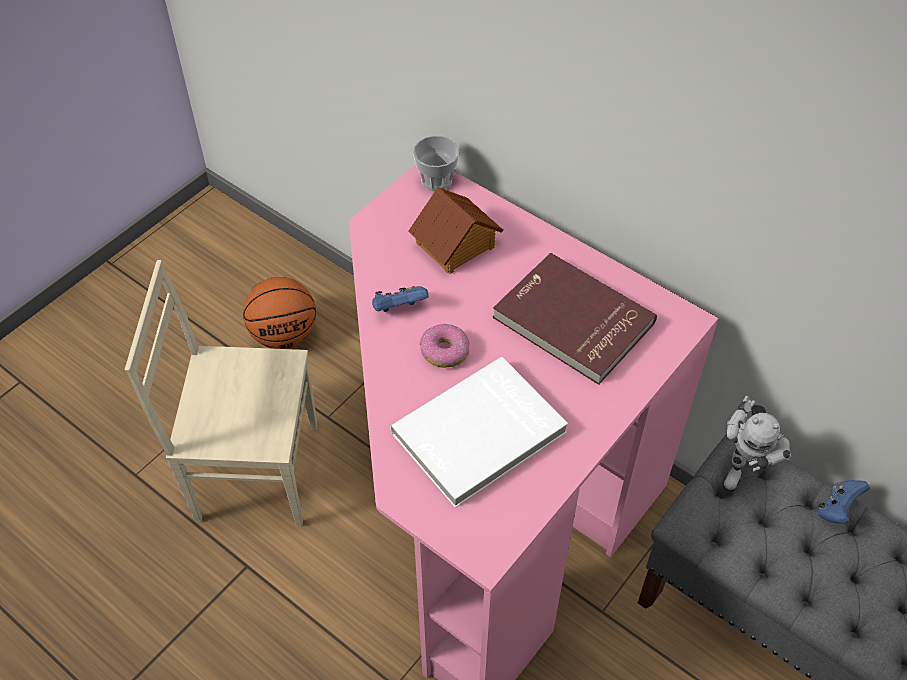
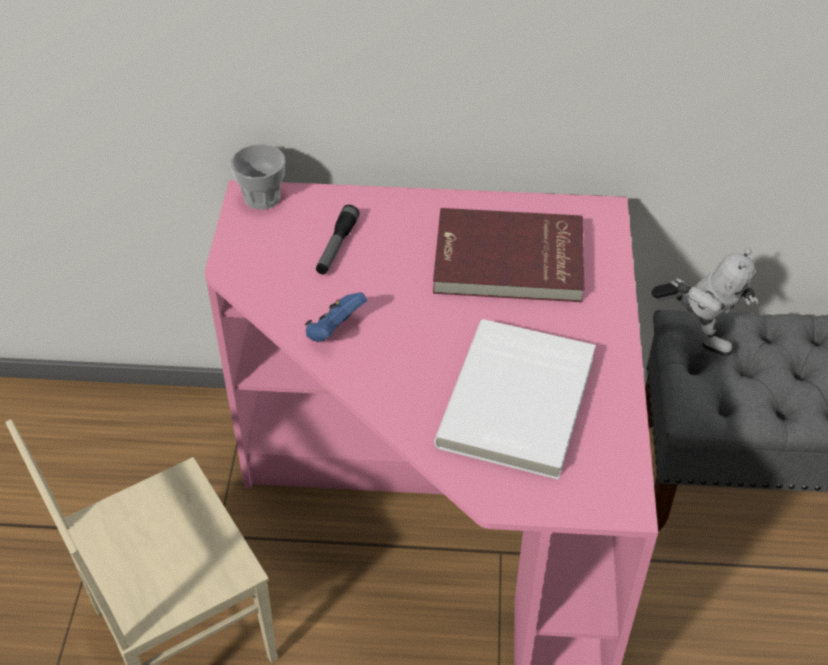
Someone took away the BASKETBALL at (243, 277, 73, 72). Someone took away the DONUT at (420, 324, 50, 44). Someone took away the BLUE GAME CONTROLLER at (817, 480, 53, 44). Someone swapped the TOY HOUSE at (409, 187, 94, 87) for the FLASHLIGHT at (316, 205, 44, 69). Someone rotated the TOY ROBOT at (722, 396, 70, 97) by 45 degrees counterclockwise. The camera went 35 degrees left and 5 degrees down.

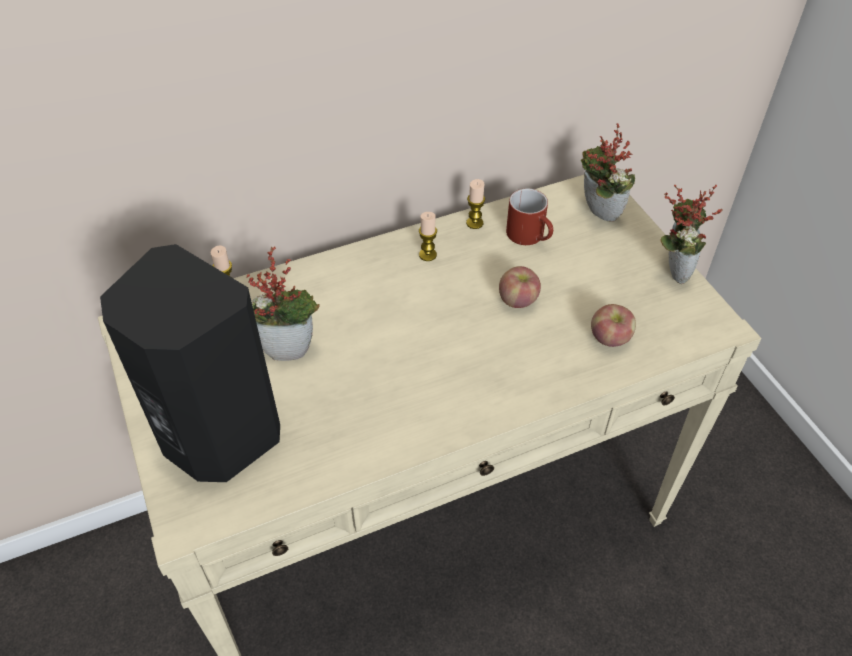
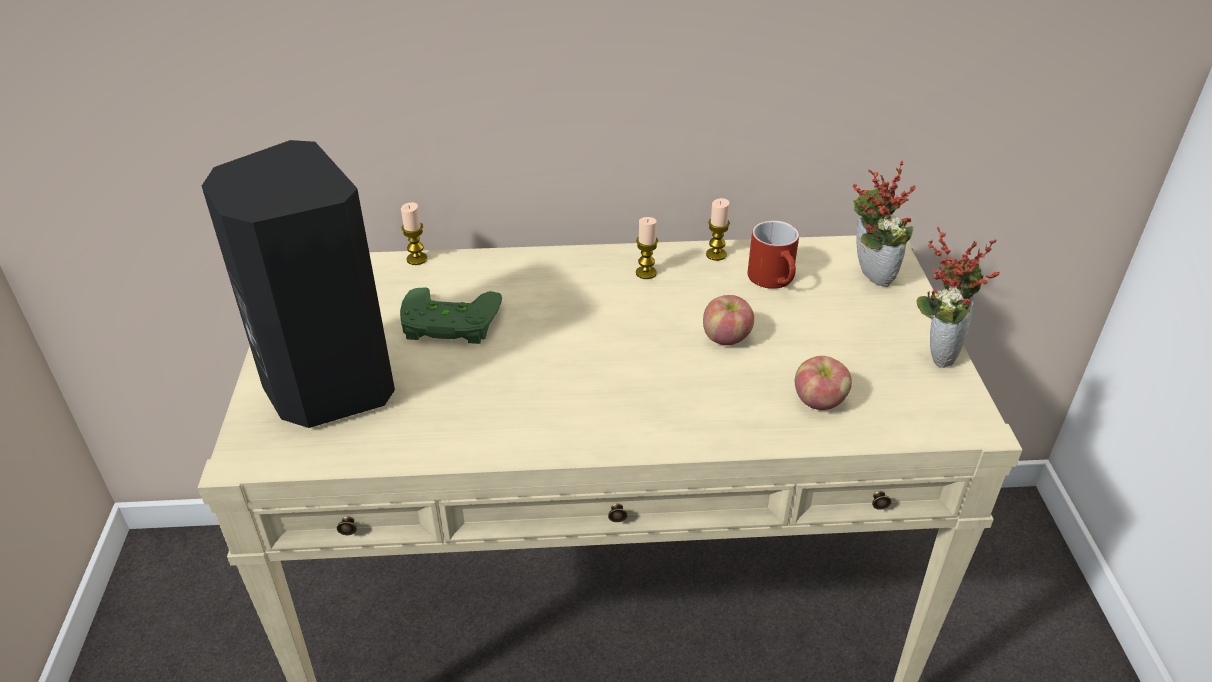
Someone swapped the POTTED PLANT at (247, 247, 73, 114) for the GREEN GAME CONTROLLER at (400, 287, 102, 57). The camera went 20 degrees right and 10 degrees down.

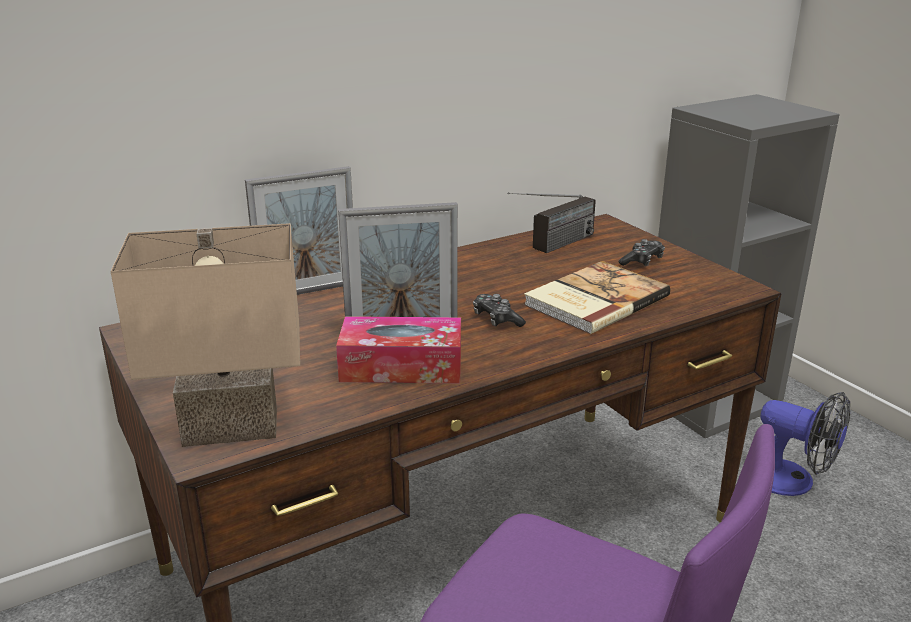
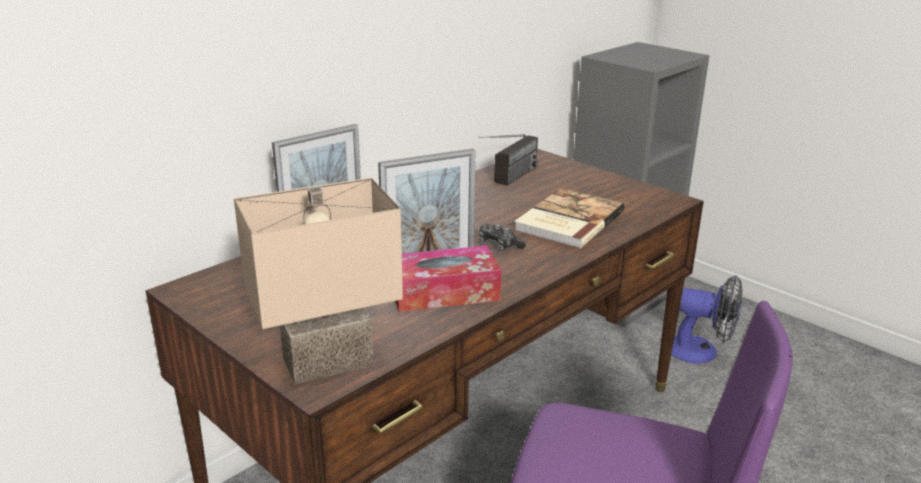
Someone took away the GAME CONTROLLER at (618, 239, 47, 27). The camera went 15 degrees left and 0 degrees up.

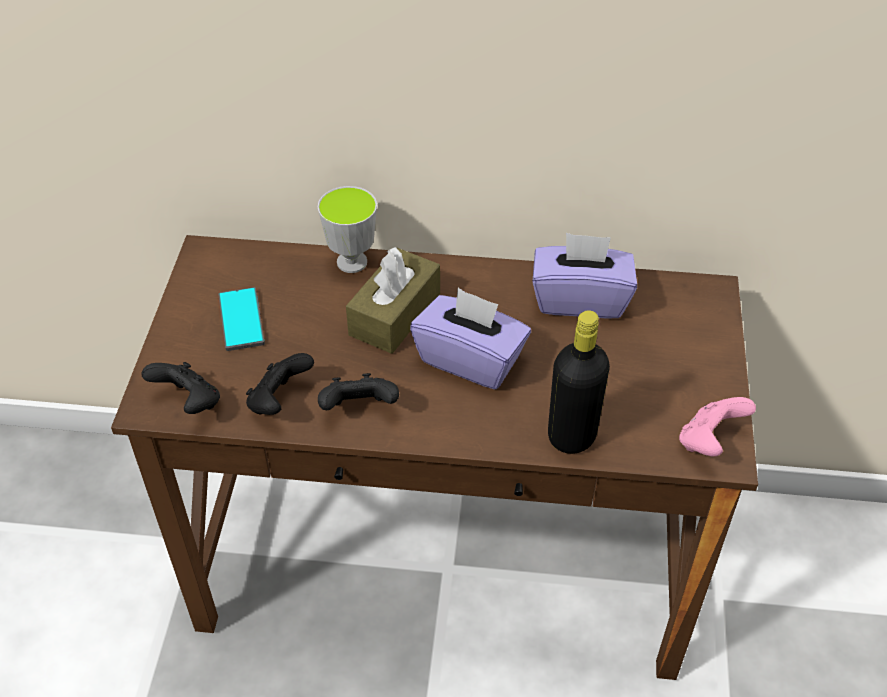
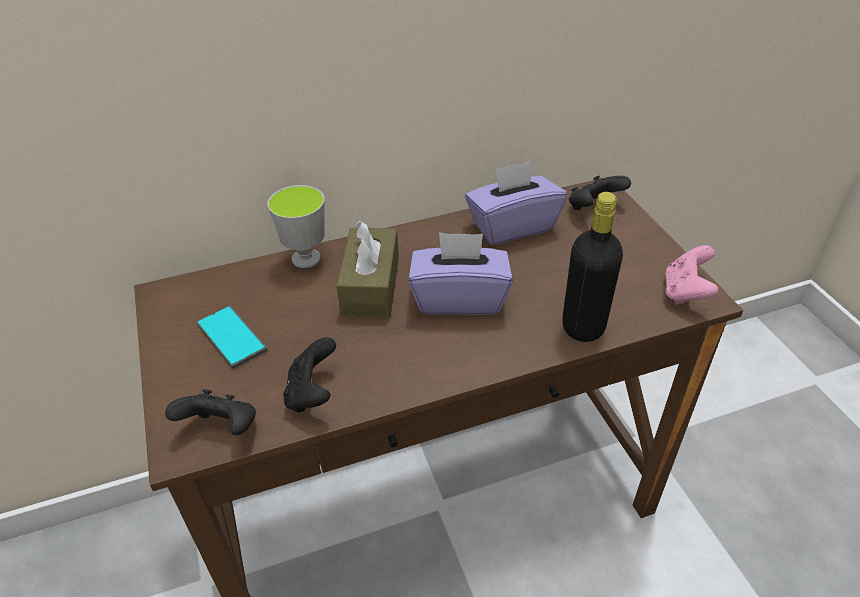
Someone carried the BLACK GAME CONTROLLER from (318, 373, 81, 37) to (569, 176, 62, 34). The camera went 25 degrees left and 5 degrees down.

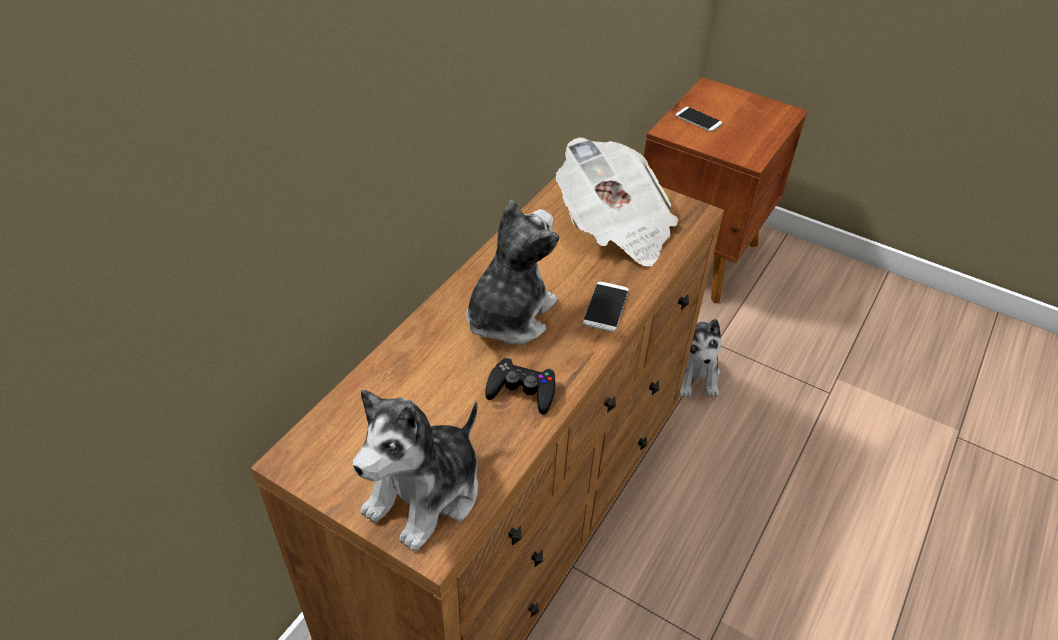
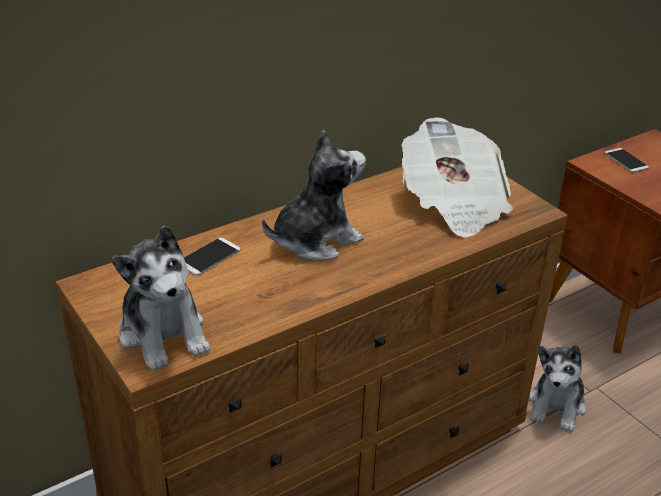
Someone took away the BLACK GAME CONTROLLER at (485, 357, 70, 58). Someone carried the PHONE from (583, 281, 46, 51) to (184, 238, 56, 37). Someone rotated the PLUSH TOY at (353, 389, 125, 162) by 90 degrees counterclockwise. The camera went 25 degrees right and 10 degrees down.

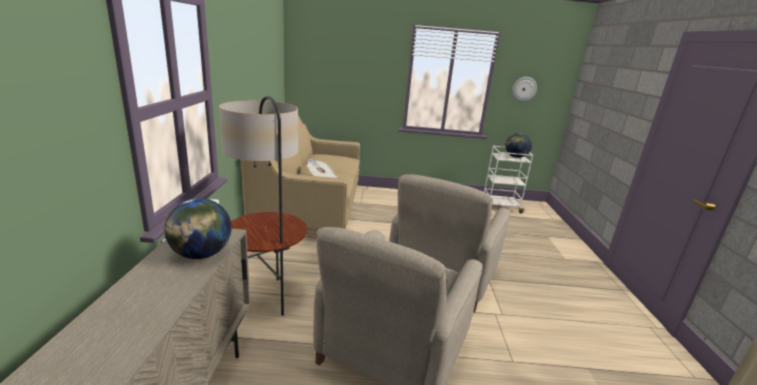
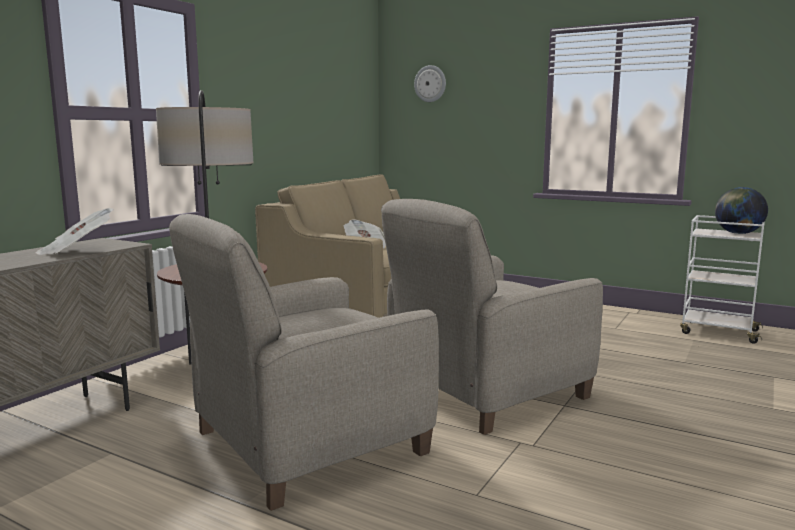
Someone carried the WALL CLOCK from (512, 77, 25, 25) to (414, 65, 32, 37). Someone swapped the GLOBE at (165, 198, 67, 61) for the NEWSPAPER at (36, 208, 78, 47). The camera went 30 degrees right and 10 degrees down.

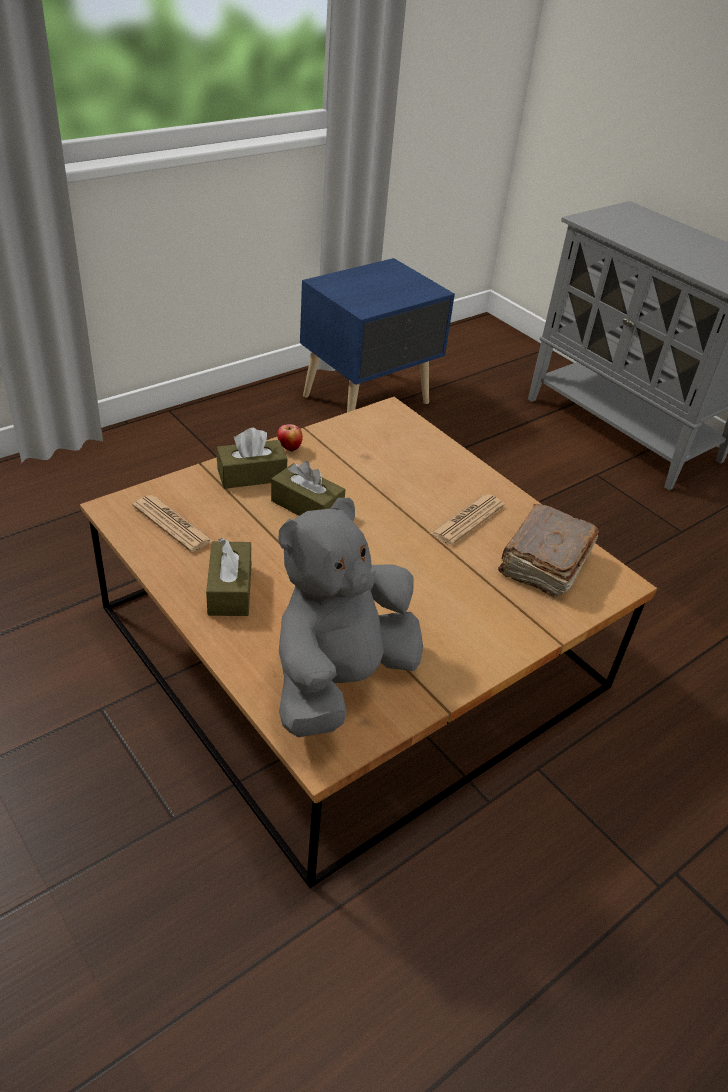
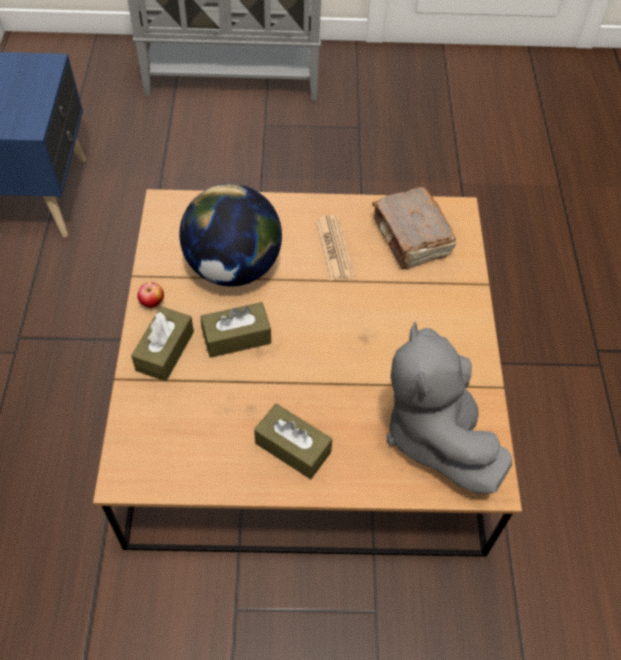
Someone took away the NEWSPAPER at (133, 495, 80, 57). Someone put down the GLOBE at (179, 184, 103, 102). The camera went 50 degrees left and 15 degrees up.

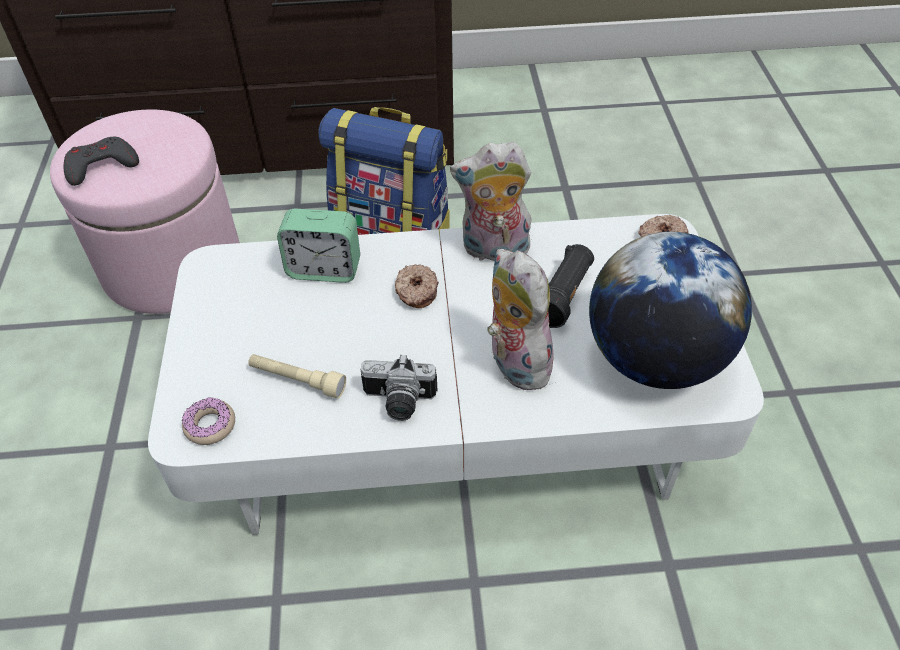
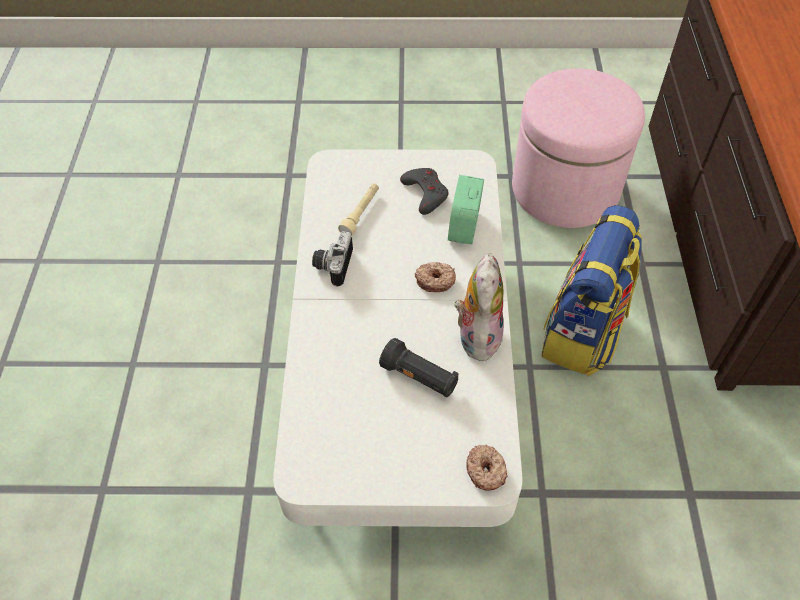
Someone took away the DONUT at (182, 397, 53, 48). Someone took away the PLUSH TOY at (487, 249, 70, 141). Someone took away the GLOBE at (589, 232, 163, 157). Someone carried the GREY GAME CONTROLLER from (63, 137, 76, 49) to (400, 168, 48, 47). The camera went 95 degrees right and 5 degrees up.

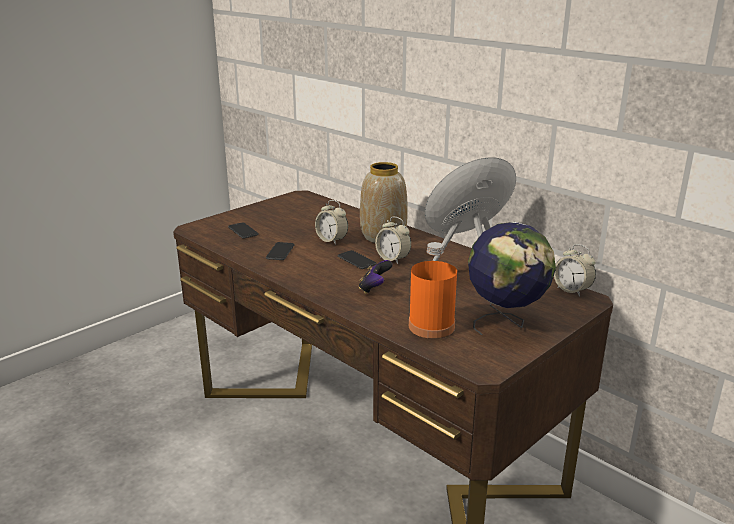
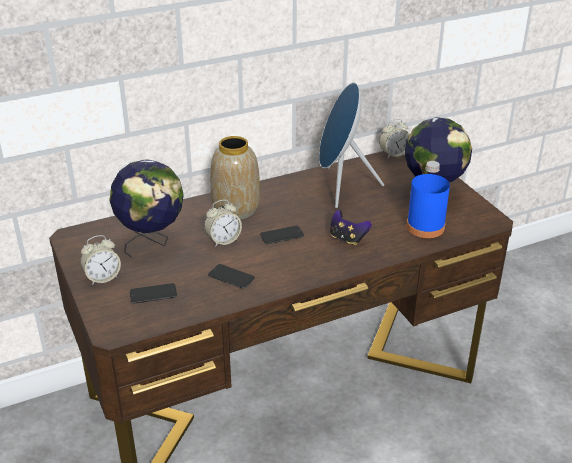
Someone put down the GLOBE at (109, 159, 75, 99). Someone carried the ALARM CLOCK from (375, 217, 36, 47) to (81, 235, 40, 50). Someone repainted the ORANGE BOTTLE at (409, 242, 48, 97), which became the BLUE BOTTLE at (407, 161, 43, 77). The camera went 70 degrees left and 10 degrees up.

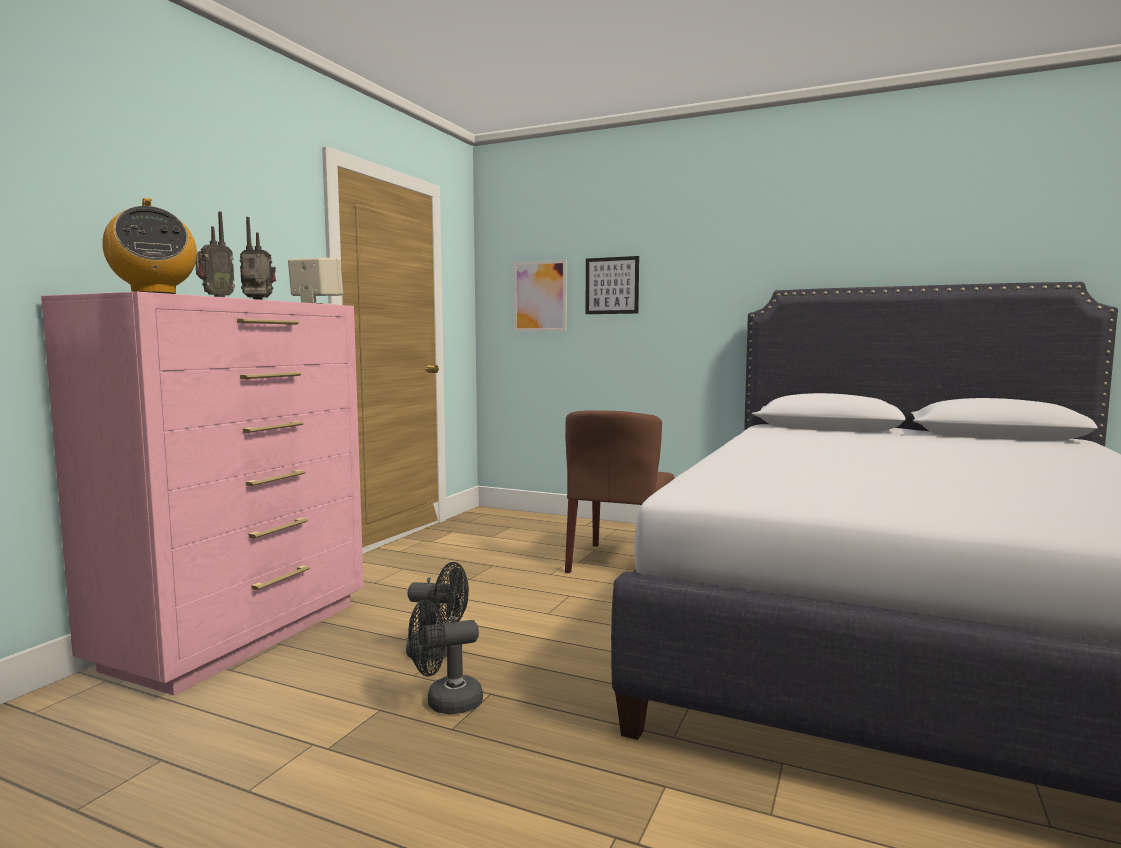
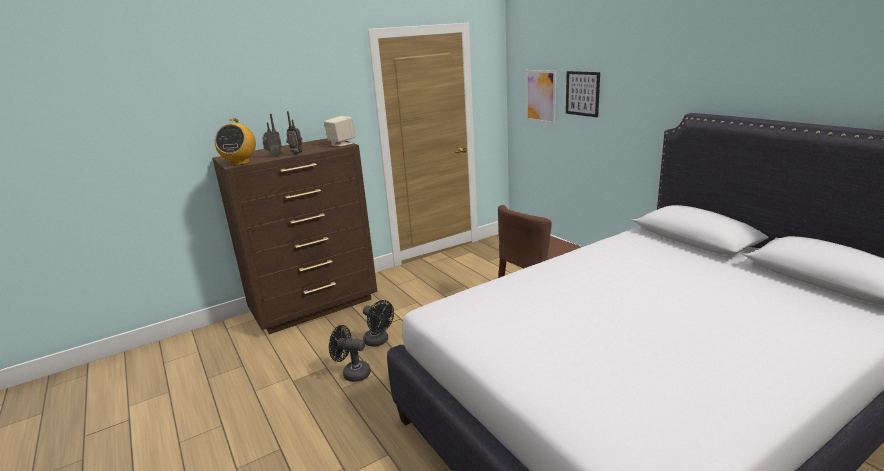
Someone repainted the PINK DRESSER at (41, 292, 323, 403), which became the BROWN DRESSER at (212, 138, 165, 196). The camera went 35 degrees right and 15 degrees up.

